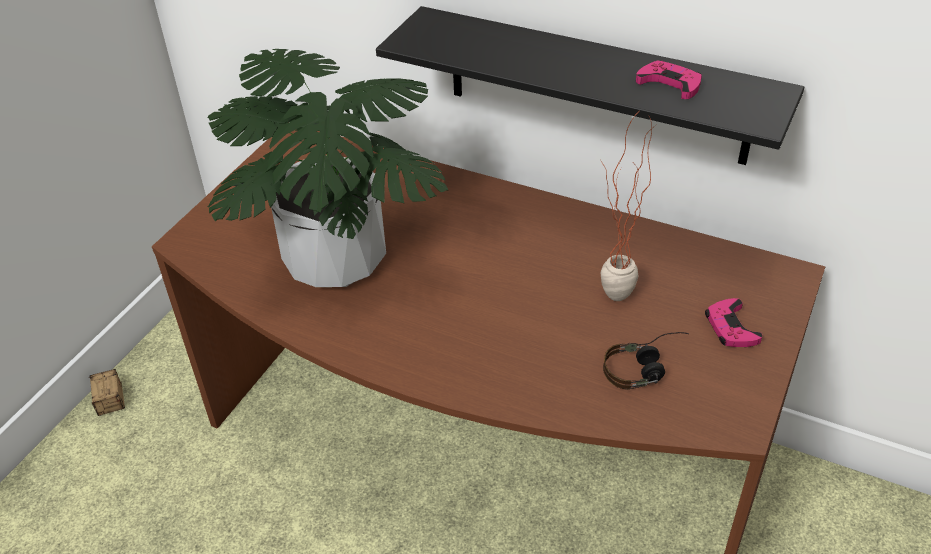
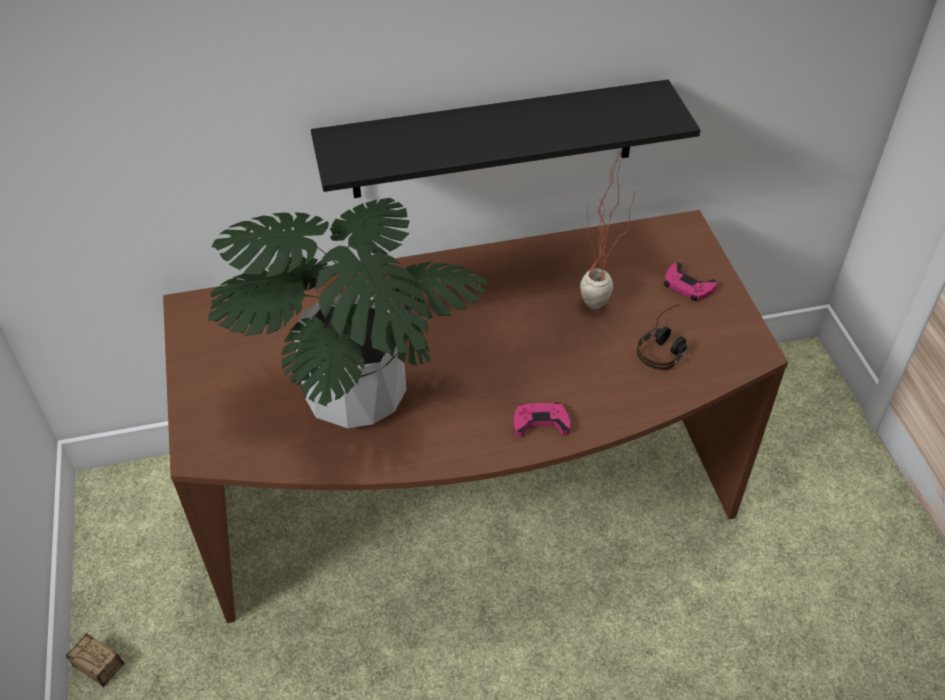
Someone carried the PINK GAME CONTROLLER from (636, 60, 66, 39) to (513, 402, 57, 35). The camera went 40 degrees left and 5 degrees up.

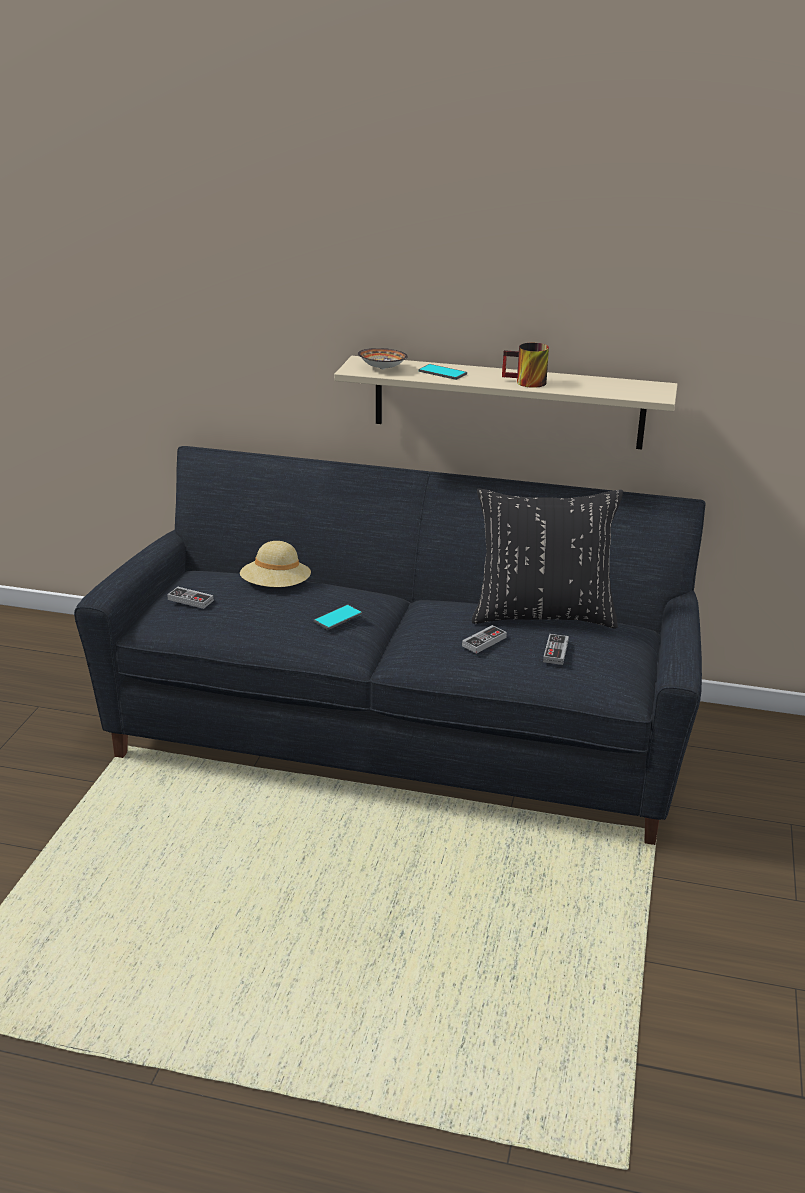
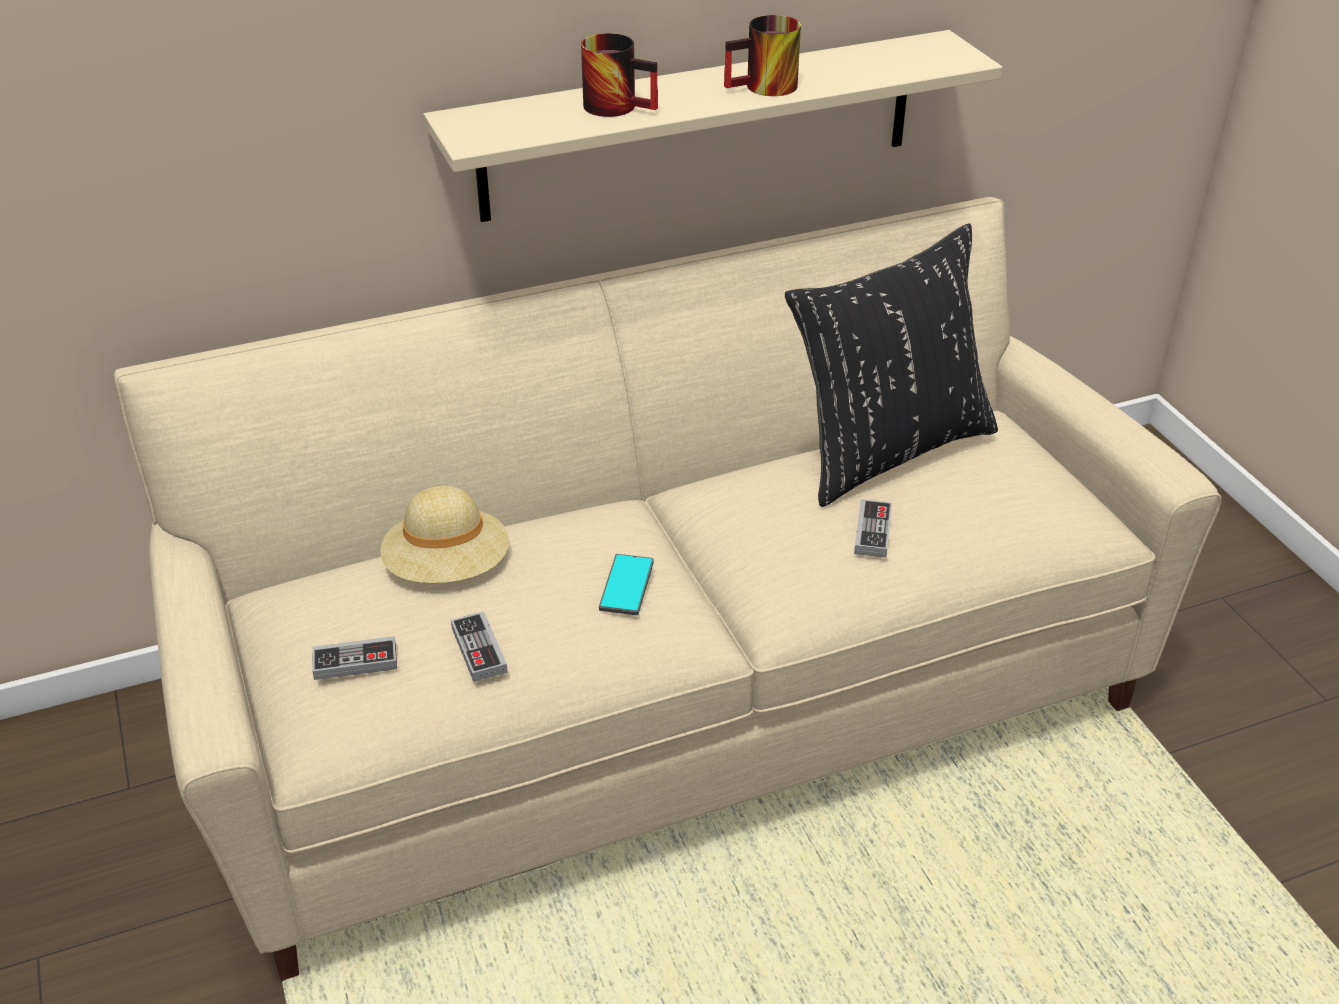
Someone took away the BOWL at (358, 348, 50, 21). Someone carried the GAME CONTROLLER from (543, 634, 26, 31) to (451, 611, 57, 71). Someone swapped the PHONE at (418, 364, 49, 16) for the MUG at (581, 33, 77, 84). Someone repainted the BLACK SOFA at (74, 446, 632, 399), which became the BEIGE SOFA at (114, 197, 1108, 785). The camera went 35 degrees left and 10 degrees up.

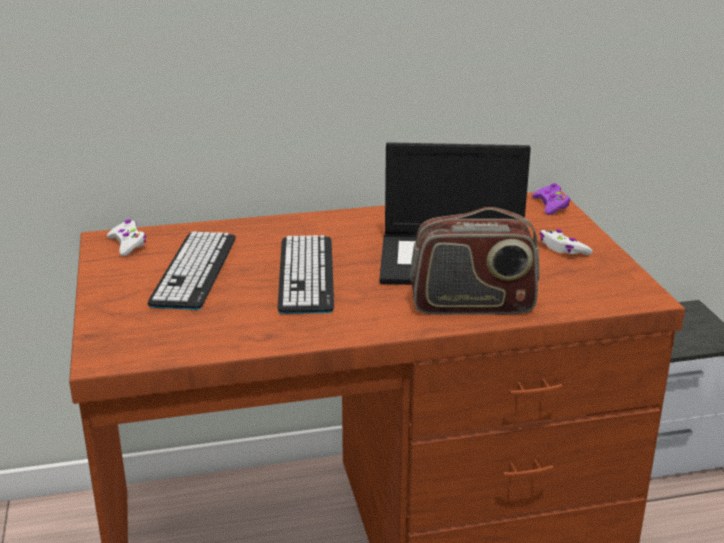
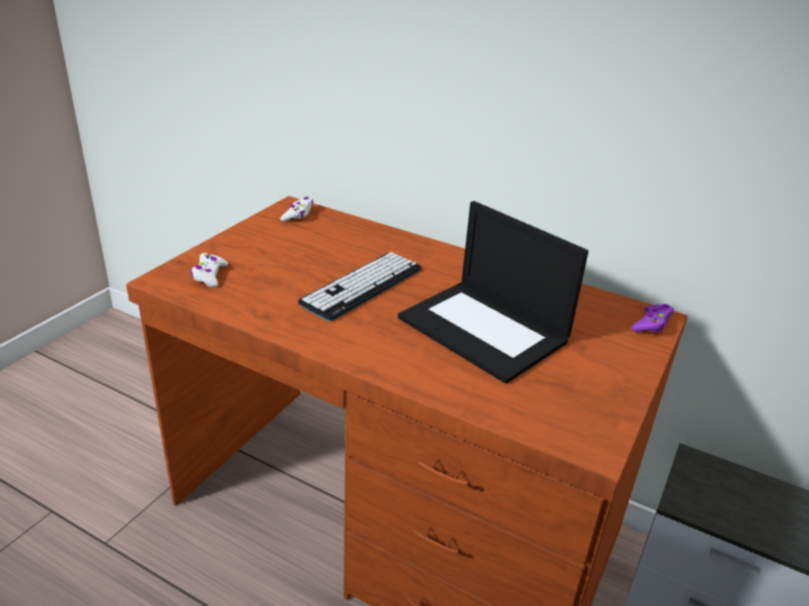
Someone took away the KEYBOARD at (148, 232, 88, 78). Someone took away the RADIO at (410, 207, 129, 108). Someone carried the WHITE GAME CONTROLLER from (539, 229, 54, 26) to (190, 253, 38, 35). The camera went 40 degrees right and 5 degrees up.

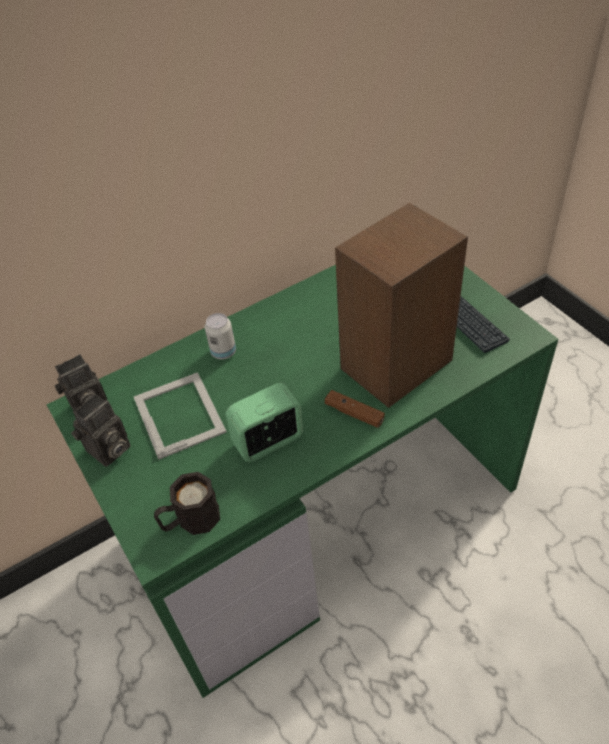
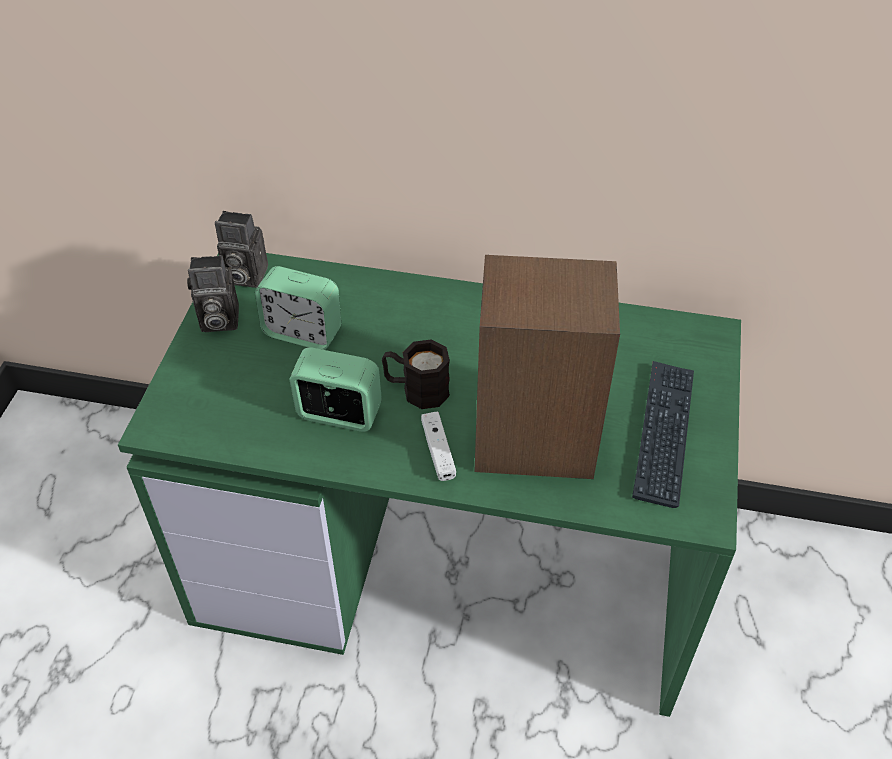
Someone took away the CAN at (204, 313, 32, 46). Someone carried the BLACK MUG from (154, 472, 66, 63) to (382, 339, 68, 70). Someone swapped the PICTURE FRAME at (134, 372, 93, 88) for the ALARM CLOCK at (255, 266, 86, 84). Someone repainted the BROWN GAME CONTROLLER at (325, 390, 60, 38), which became the WHITE GAME CONTROLLER at (421, 412, 35, 69). The camera went 40 degrees right and 0 degrees up.

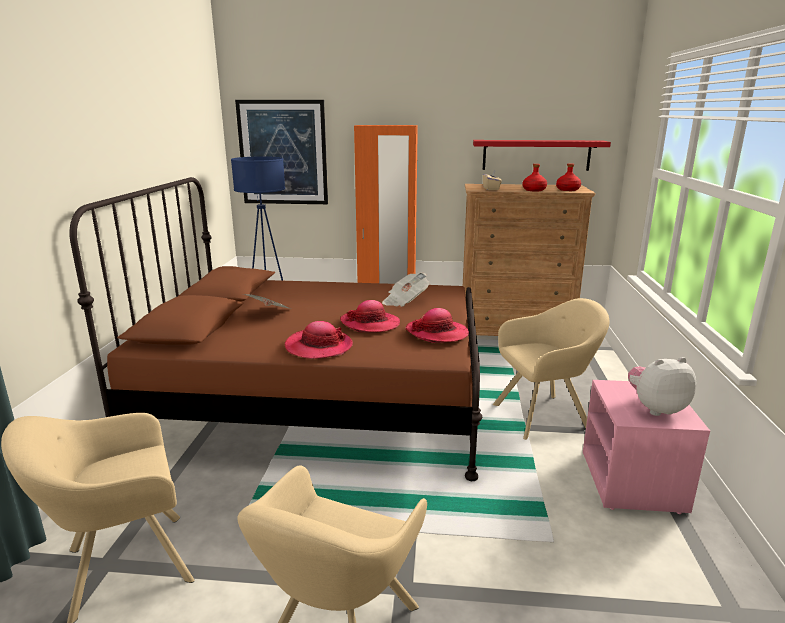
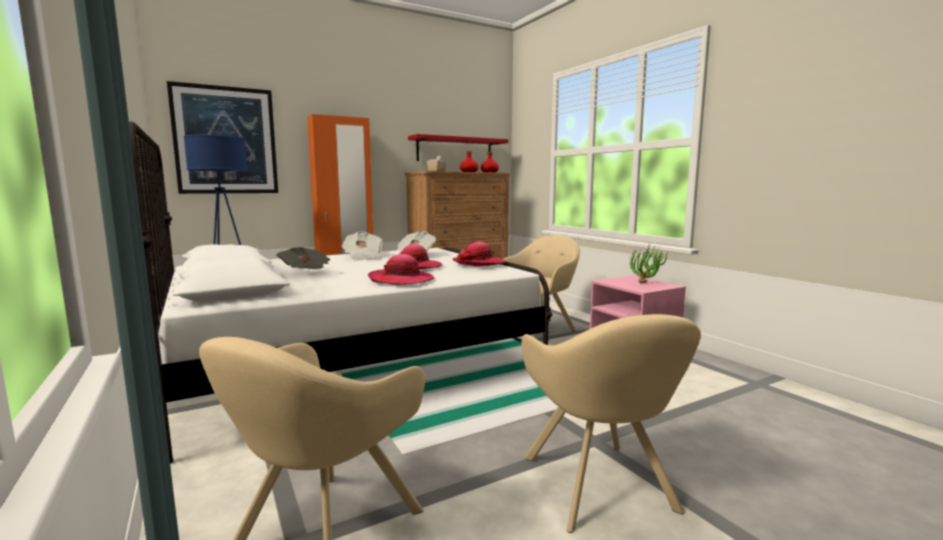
Someone put down the NEWSPAPER at (342, 231, 41, 30). Someone swapped the PLUSH TOY at (628, 357, 68, 59) for the POTTED PLANT at (629, 243, 39, 41). Someone repainted the BROWN BED at (69, 177, 413, 304), which became the WHITE BED at (129, 121, 423, 343). The camera went 35 degrees left and 10 degrees down.

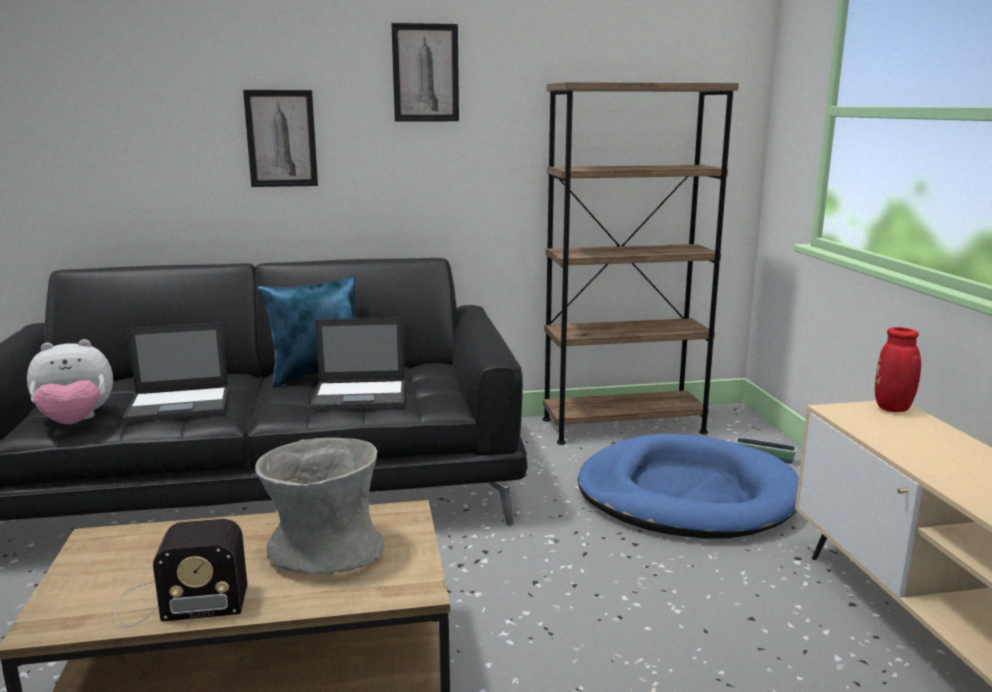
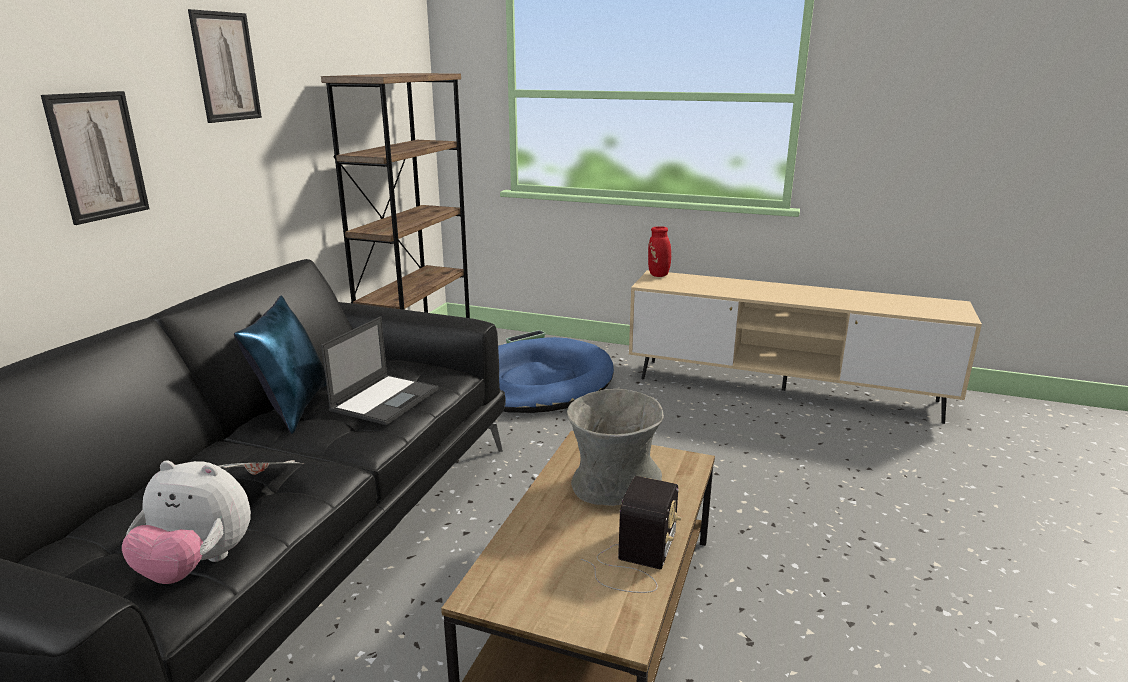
Someone swapped the LAPTOP at (123, 322, 105, 100) for the NEWSPAPER at (218, 460, 87, 15). Someone rotated the PLUSH TOY at (27, 339, 86, 85) by 90 degrees clockwise. The camera went 60 degrees left and 5 degrees up.

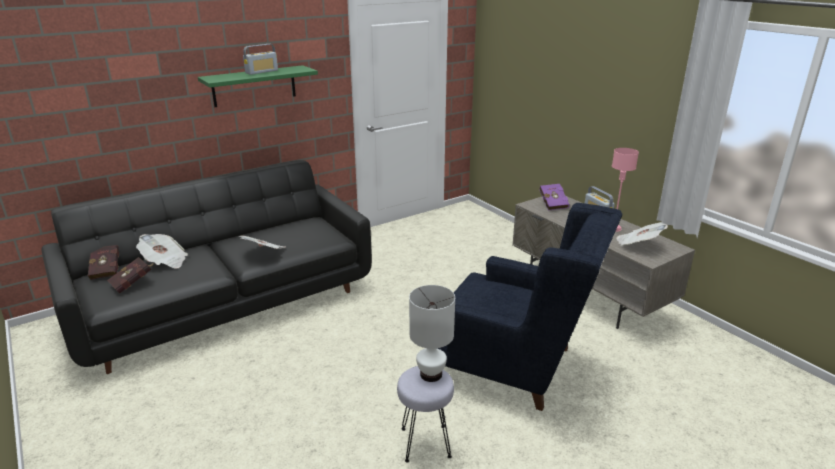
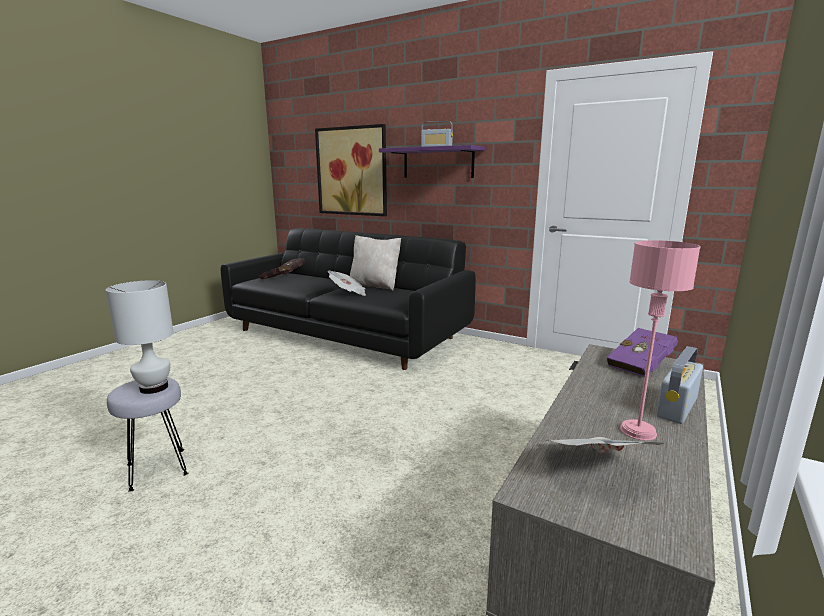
Someone took away the NEWSPAPER at (136, 234, 52, 35). Someone took away the BLUE ARMCHAIR at (437, 203, 185, 208). Someone put up the PICTURE at (315, 124, 72, 92). Someone put down the BEIGE PILLOW at (350, 235, 51, 56). Someone repainted the GREEN SHELF at (198, 65, 120, 42), which became the PURPLE SHELF at (379, 145, 106, 33). The camera went 65 degrees right and 10 degrees down.

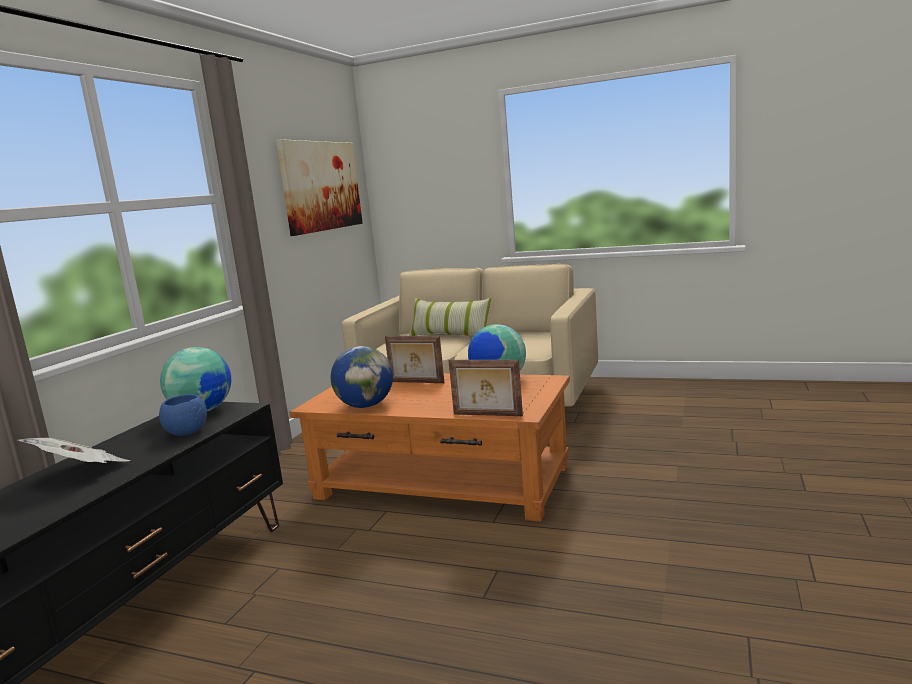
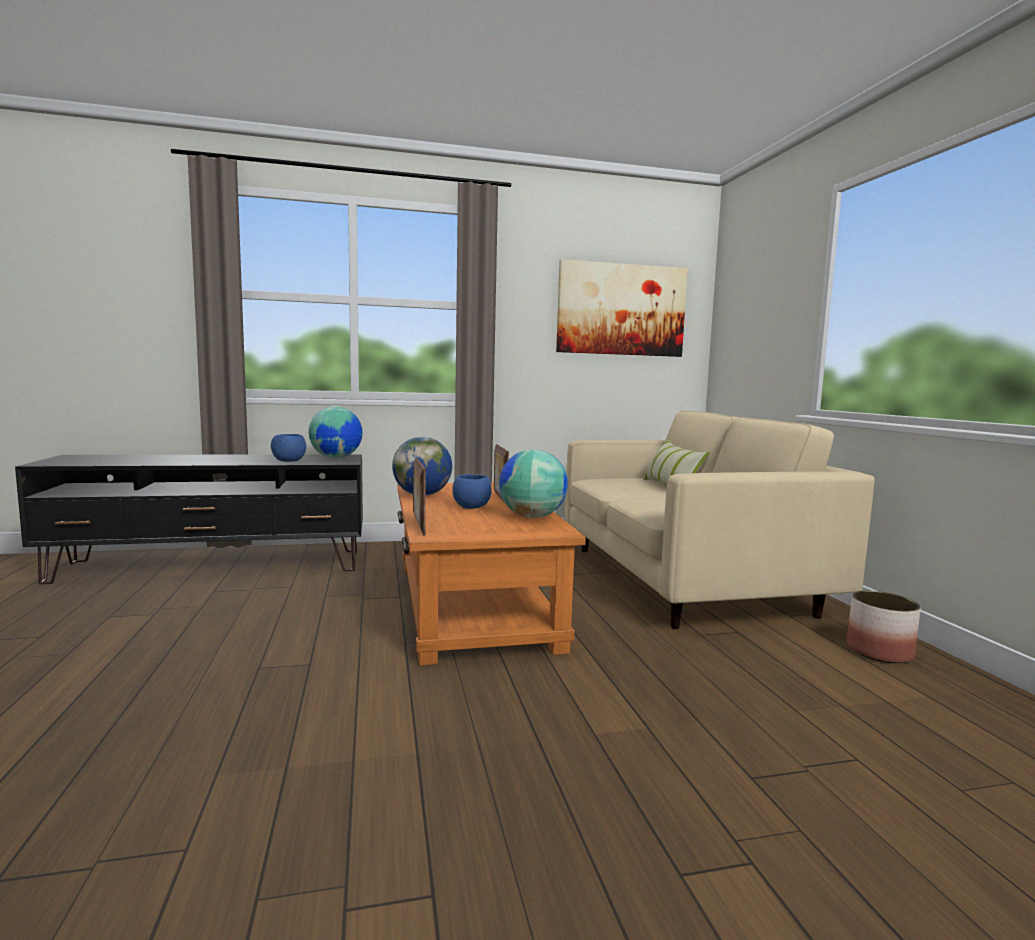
Someone took away the NEWSPAPER at (19, 438, 112, 25). Someone put down the BLUE BOWL at (452, 474, 40, 35). Someone put down the PLANTER at (847, 591, 74, 72). The camera went 55 degrees right and 5 degrees down.

